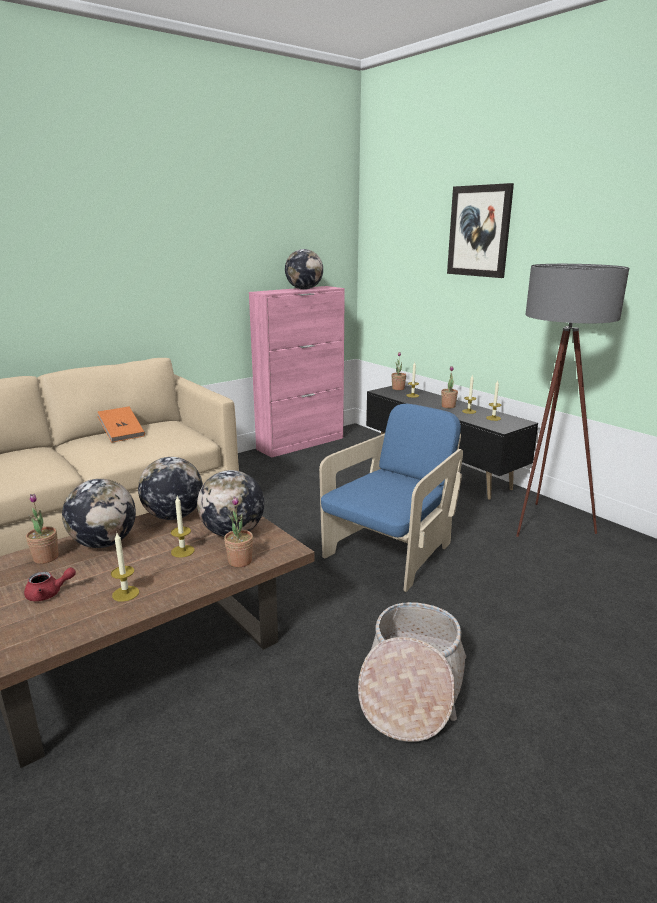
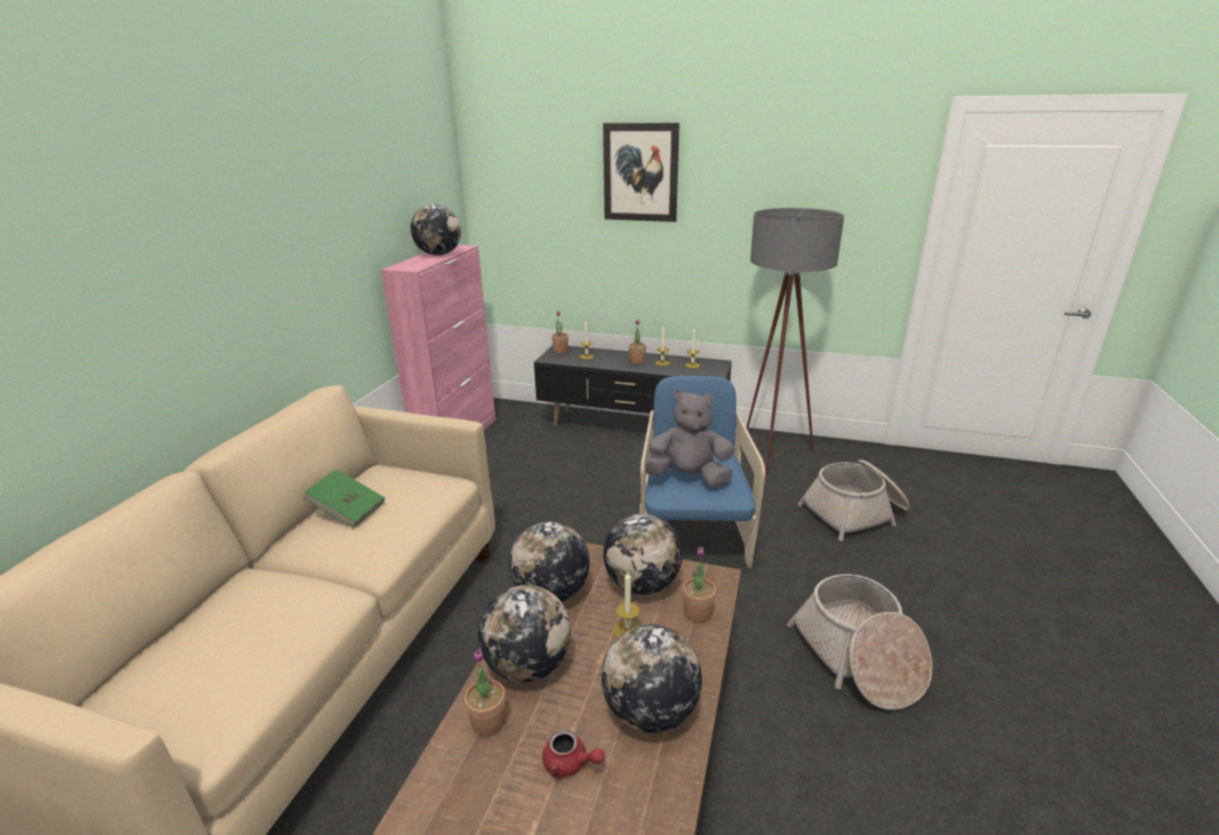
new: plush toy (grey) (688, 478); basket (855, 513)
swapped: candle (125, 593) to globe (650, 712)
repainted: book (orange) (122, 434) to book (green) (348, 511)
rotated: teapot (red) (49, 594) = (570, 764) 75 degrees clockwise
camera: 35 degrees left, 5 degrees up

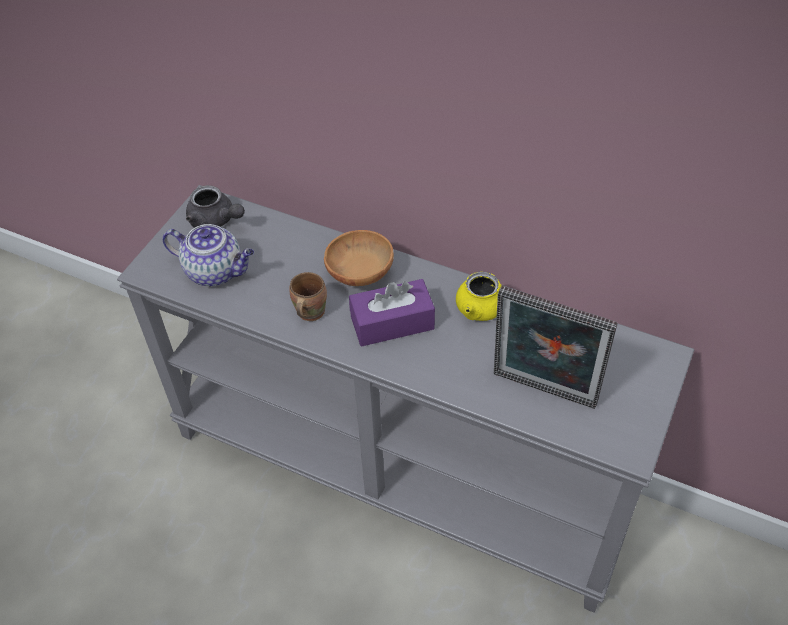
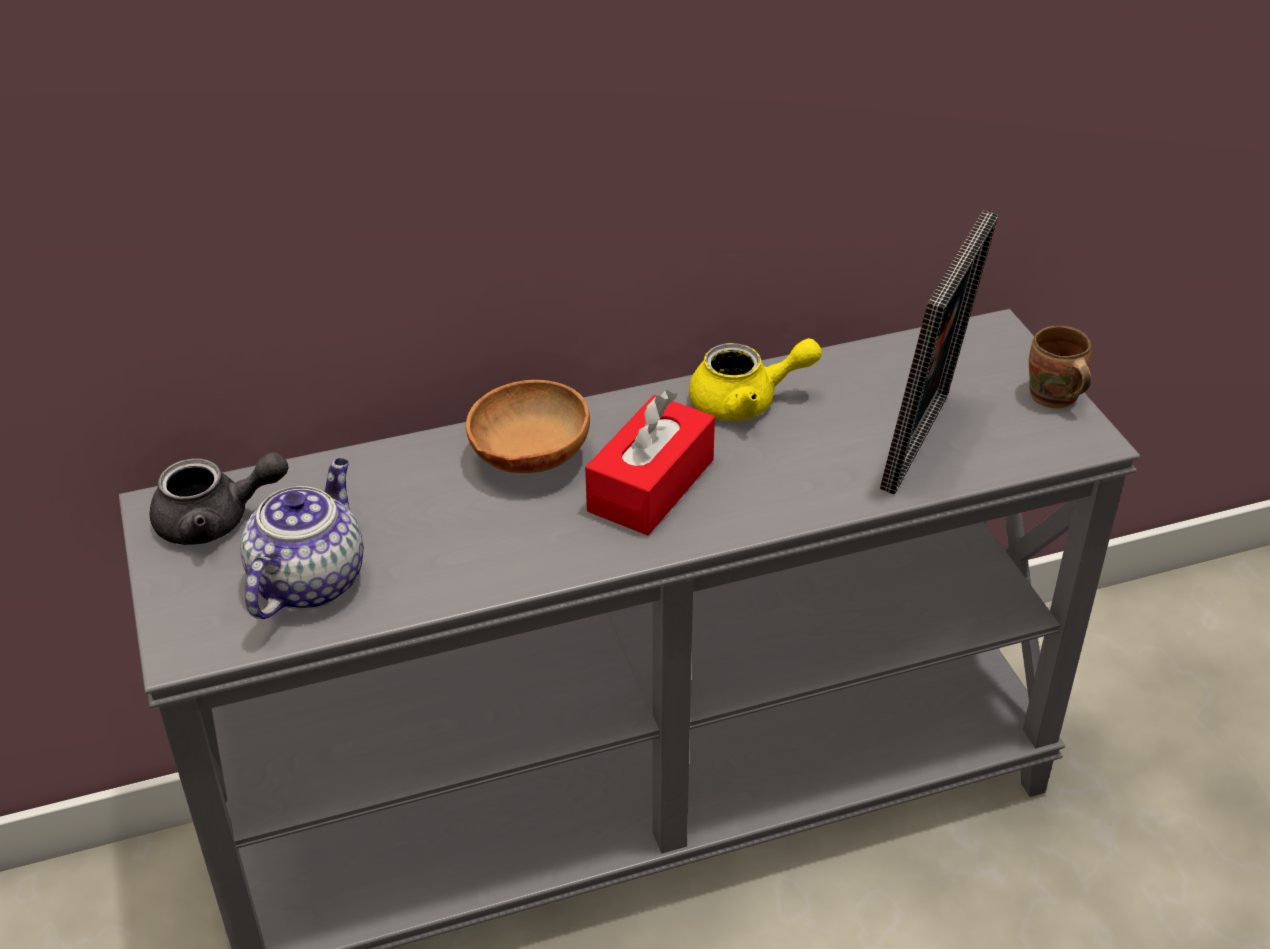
shifted: mug (brown) (308, 312) to (1052, 398)
repainted: tissue box (purple) (392, 323) to tissue box (red) (651, 485)
rotated: teapot (216, 271) = (309, 580) 45 degrees counterclockwise; picture frame (542, 393) = (925, 445) 45 degrees counterclockwise
camera: 45 degrees left, 10 degrees down

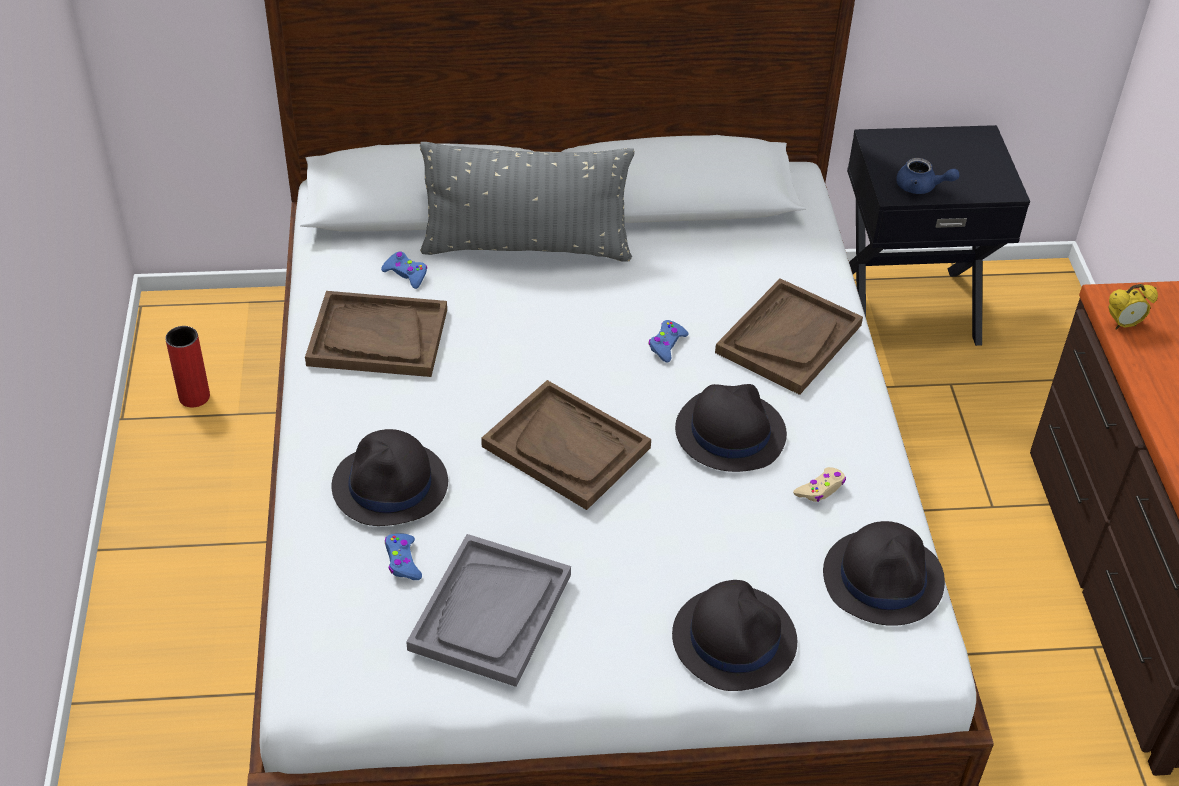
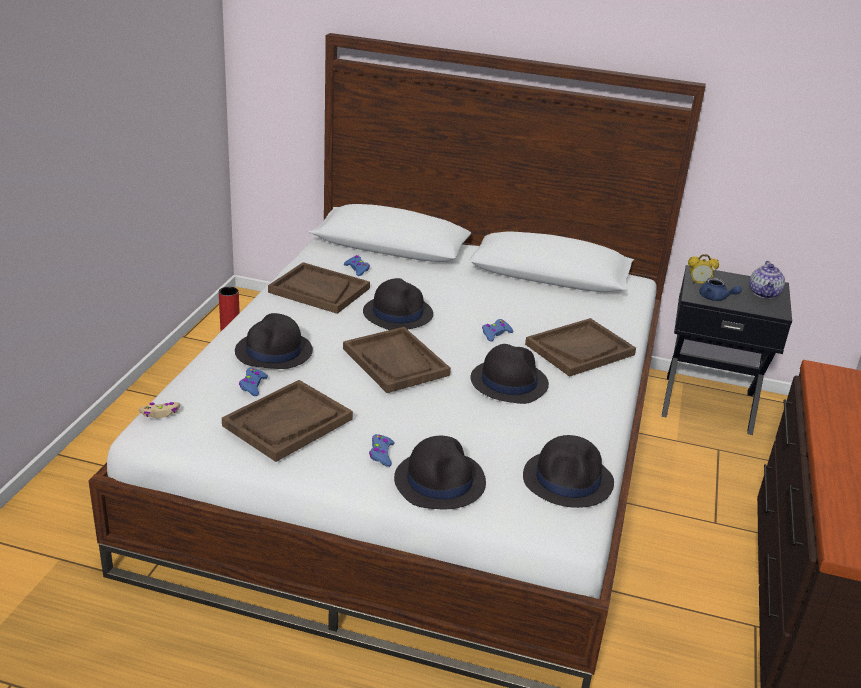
gone: pillow (grey) (526, 247)
new: teapot (764, 293); hat (black) (397, 313); game controller (blue) (381, 454)
shifted: alarm clock (1123, 325) to (698, 283); game controller (beige) (820, 489) to (160, 413)
repainted: tray (grey) (491, 612) to tray (brown) (288, 423)
camera: 20 degrees right, 15 degrees down

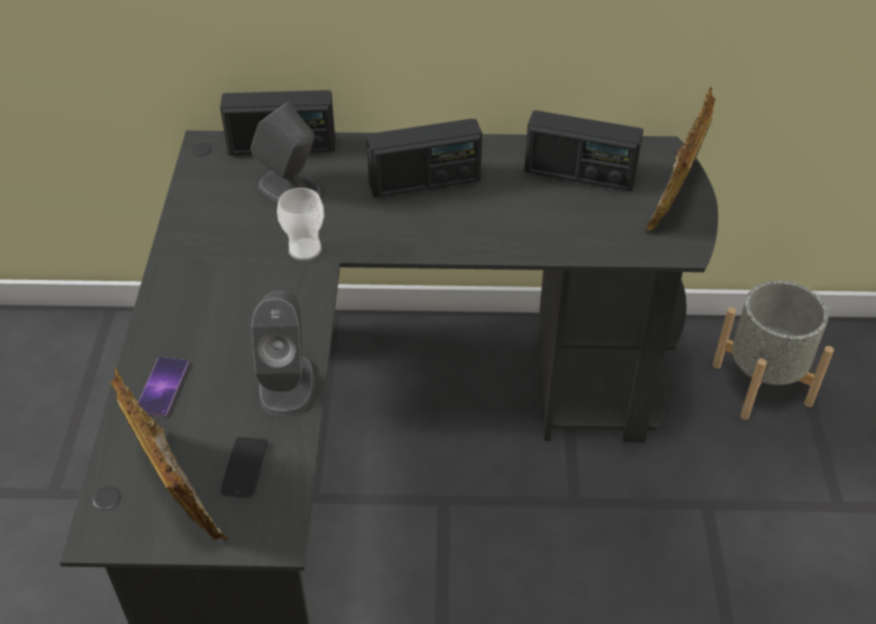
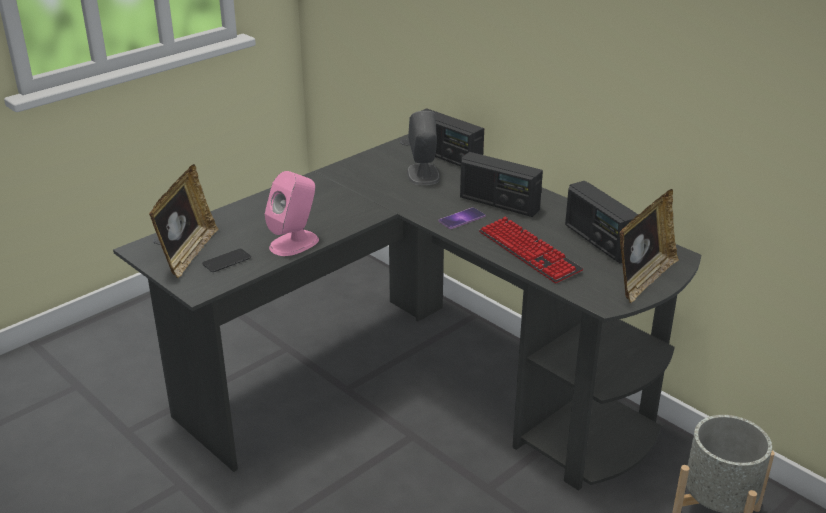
gone: cup (305, 249)
new: keyboard (529, 252)
shifted: phone (162, 386) to (461, 218)
repainted: speaker (grey) (286, 383) to speaker (pink) (294, 243)
rotated: picture frame (674, 198) = (643, 279) 150 degrees clockwise
camera: 45 degrees right, 15 degrees down

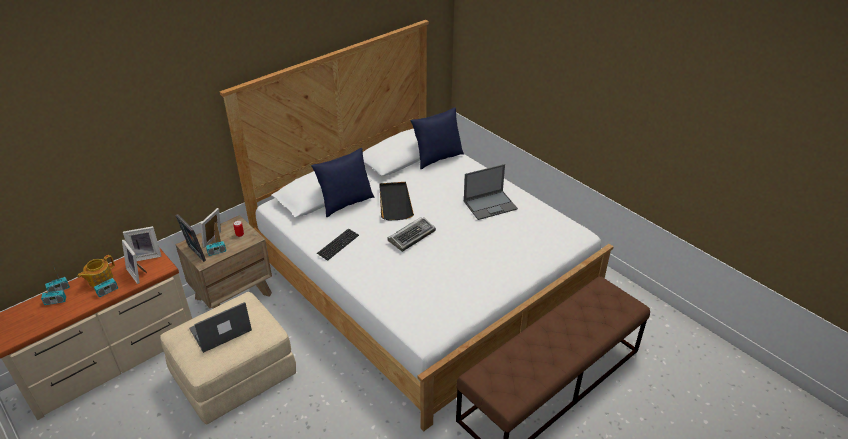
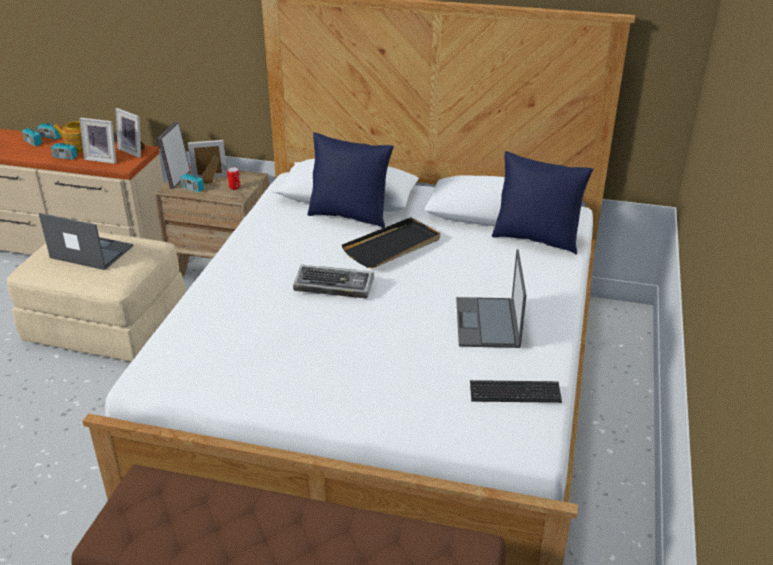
shifted: keyboard (338, 245) to (515, 393)
rotated: laptop (490, 205) = (488, 323) 60 degrees clockwise; picture frame (138, 273) = (103, 158) 90 degrees counterclockwise
camera: 55 degrees right, 5 degrees down

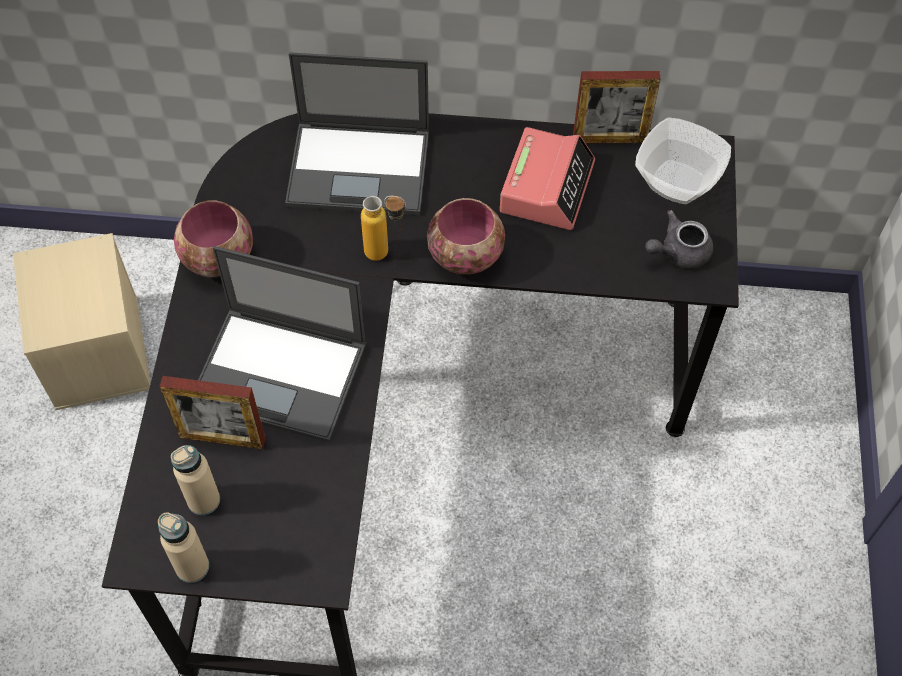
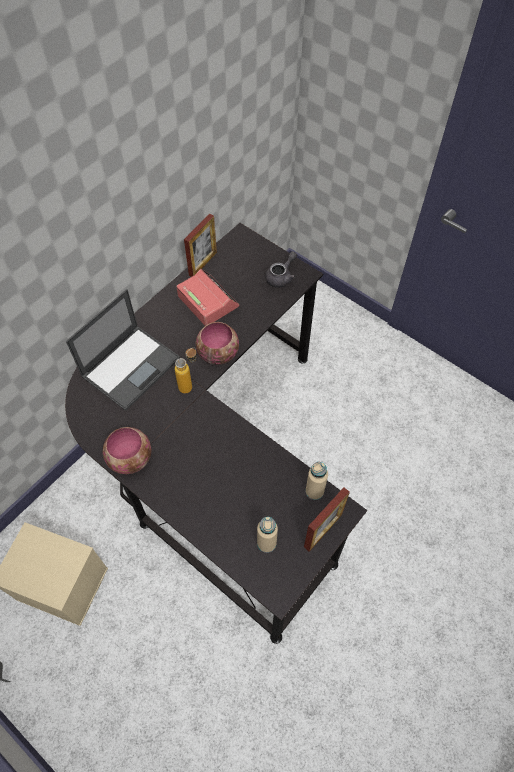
gone: bowl (678, 182); laptop (282, 374)
shifted: picture frame (222, 438) to (323, 531); bottle (beige) (192, 567) to (314, 491)
rotated: teapot (grey) (678, 252) = (281, 277) 150 degrees counterclockwise
camera: 55 degrees left, 0 degrees up

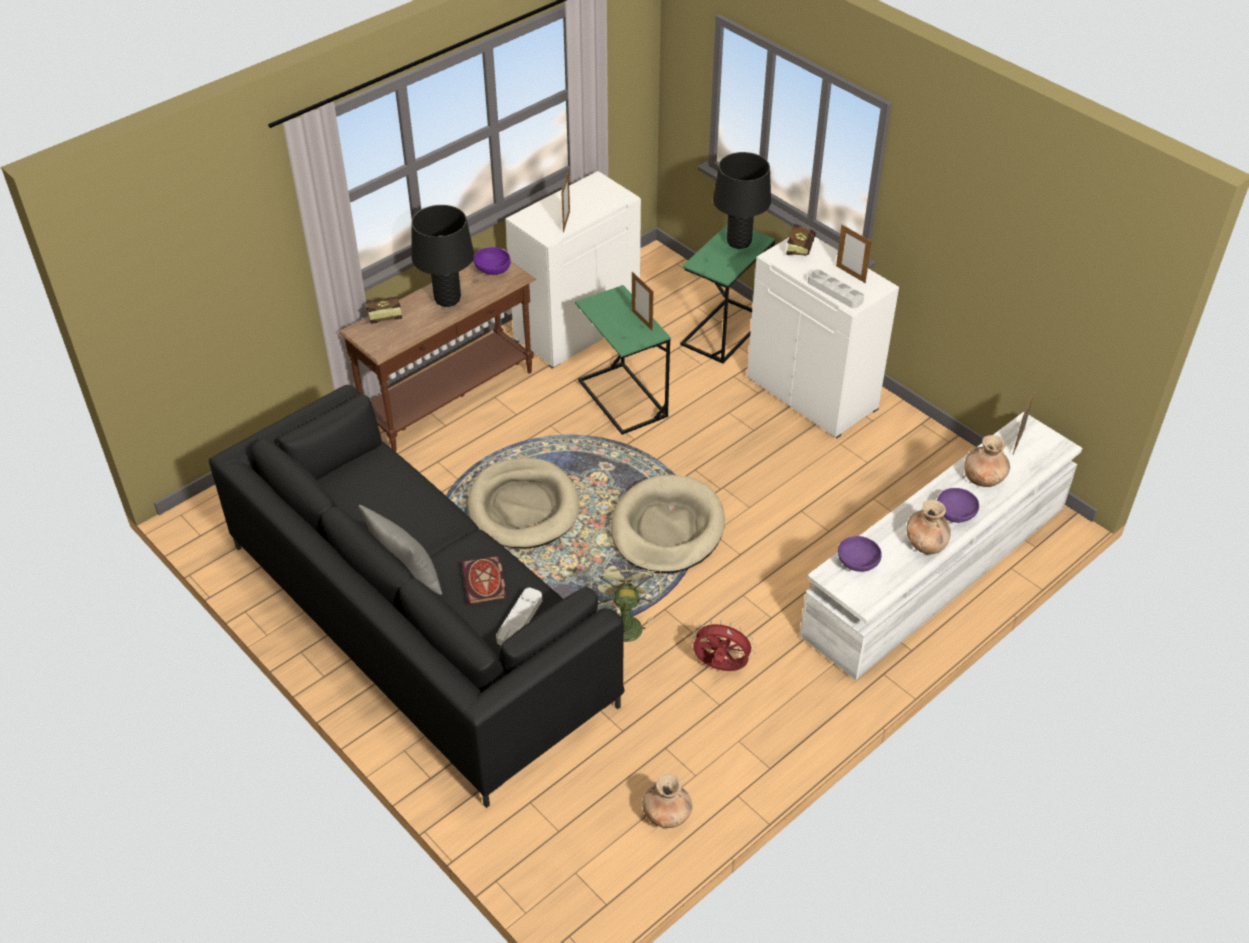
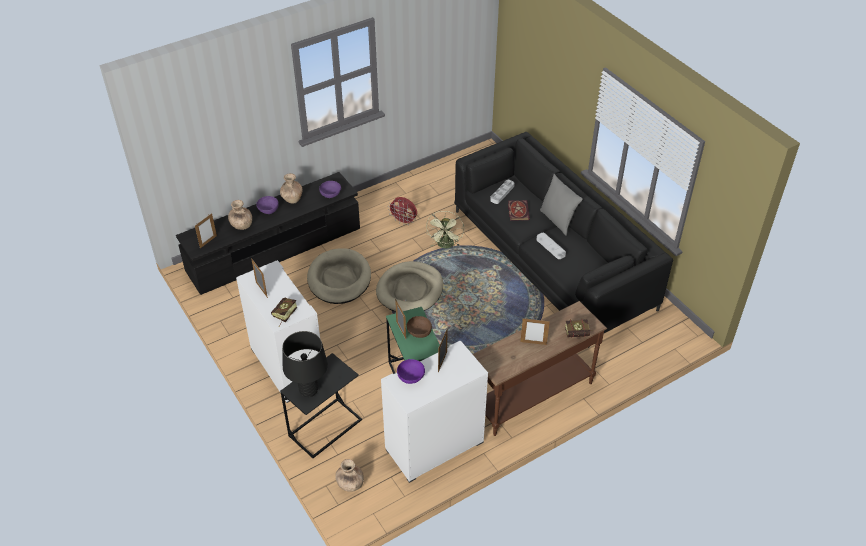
new: bowl (brown) (419, 332)
shifted: bowl (purple) (492, 270) to (411, 377); tray (grey) (835, 292) to (550, 247); dog bed (beige) (523, 507) to (339, 279); vase (brown) (667, 815) to (350, 484)
swapped: table lamp (black) (447, 299) to picture frame (533, 343)
repainted: side table (green) (724, 331) to side table (black) (325, 427); tv stand (white) (936, 571) to tv stand (black) (274, 250)
camera: 170 degrees left, 0 degrees up

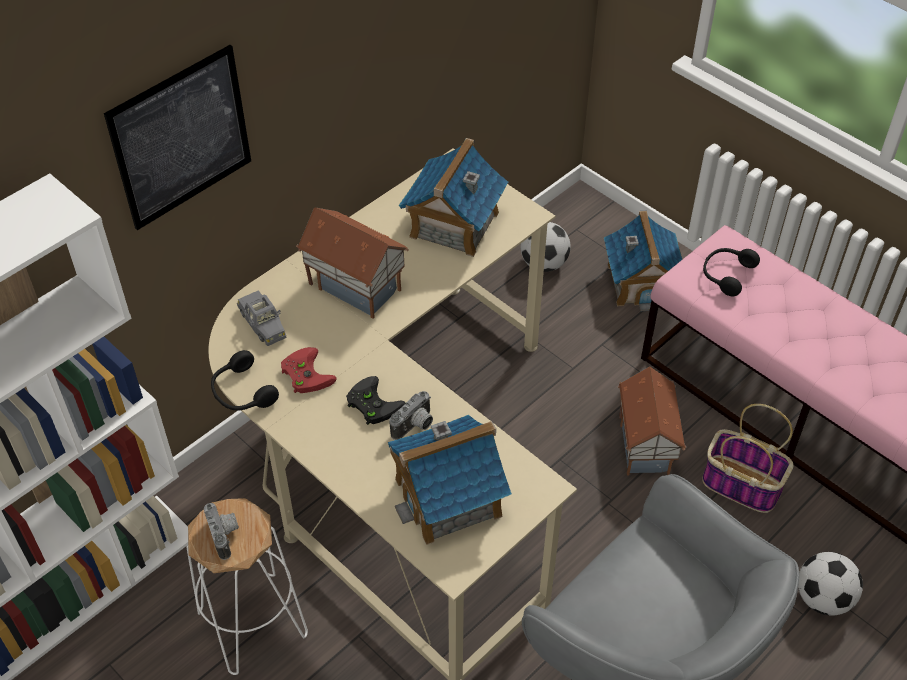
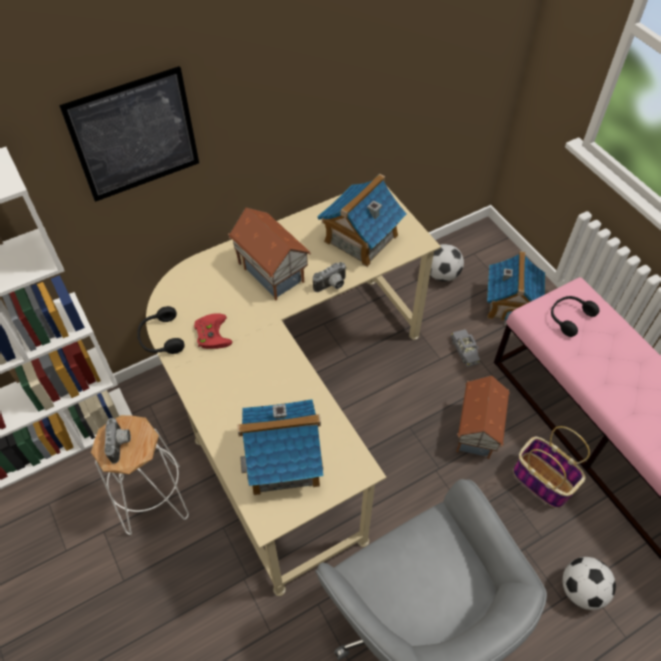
gone: game controller (black) (371, 403)
shifted: toy car (grey) (263, 323) to (465, 350); photo camera (415, 426) to (332, 286)
camera: 15 degrees right, 5 degrees up

